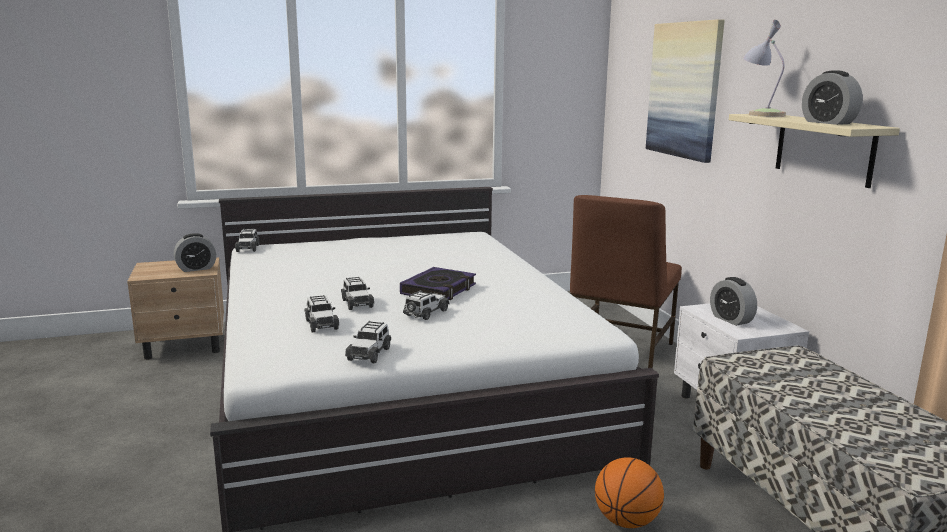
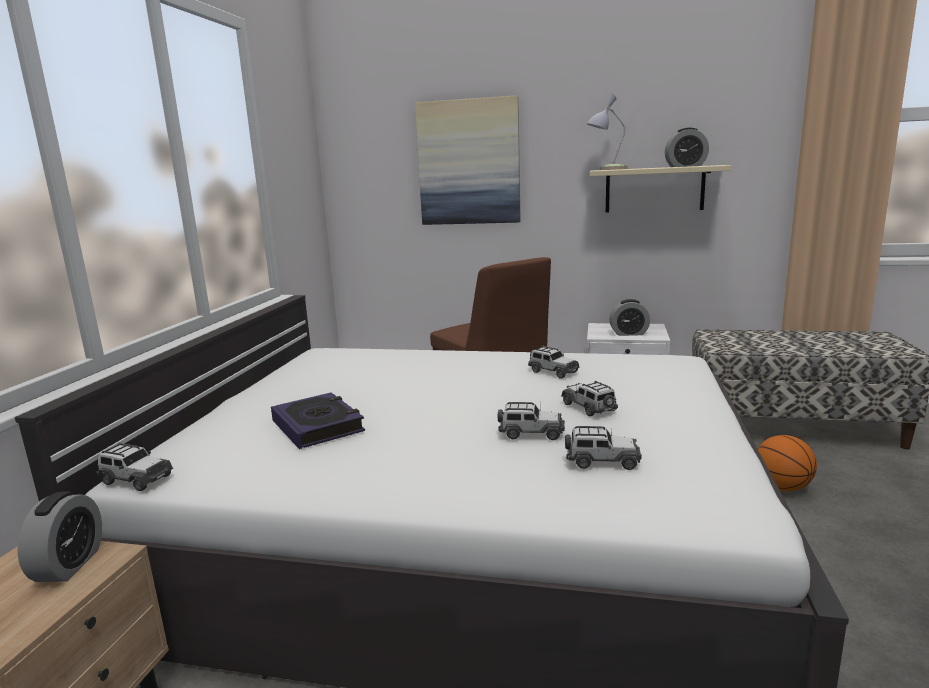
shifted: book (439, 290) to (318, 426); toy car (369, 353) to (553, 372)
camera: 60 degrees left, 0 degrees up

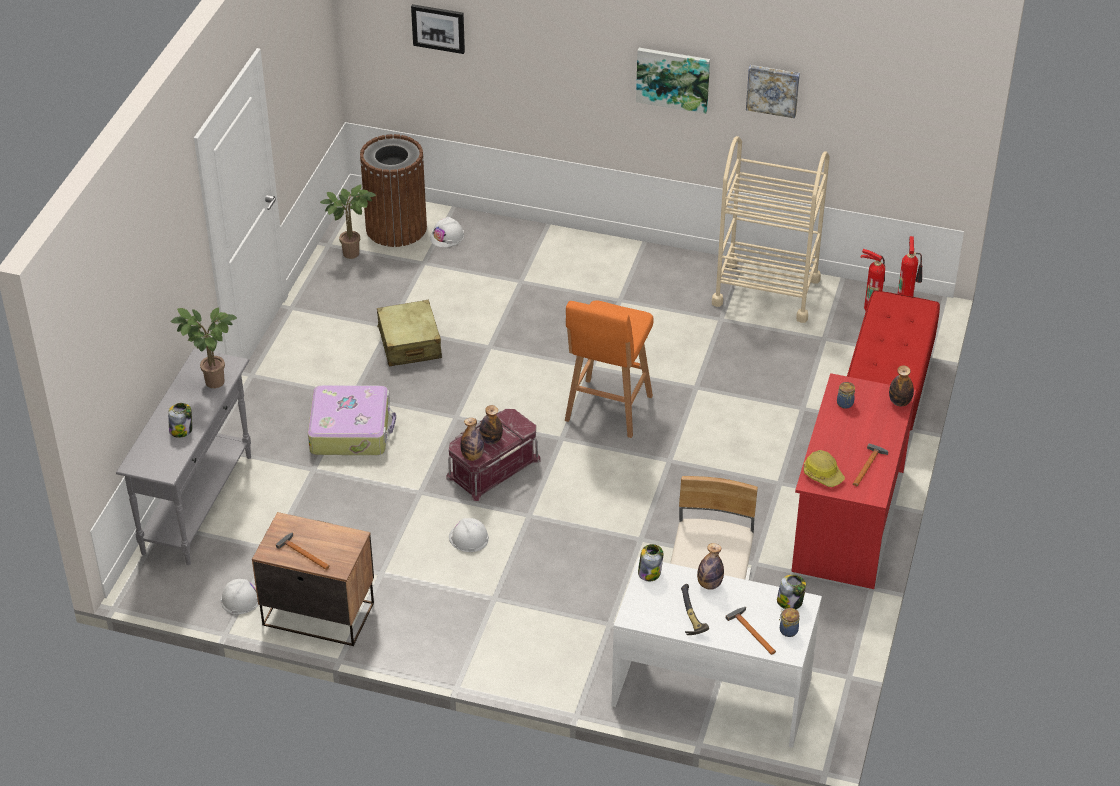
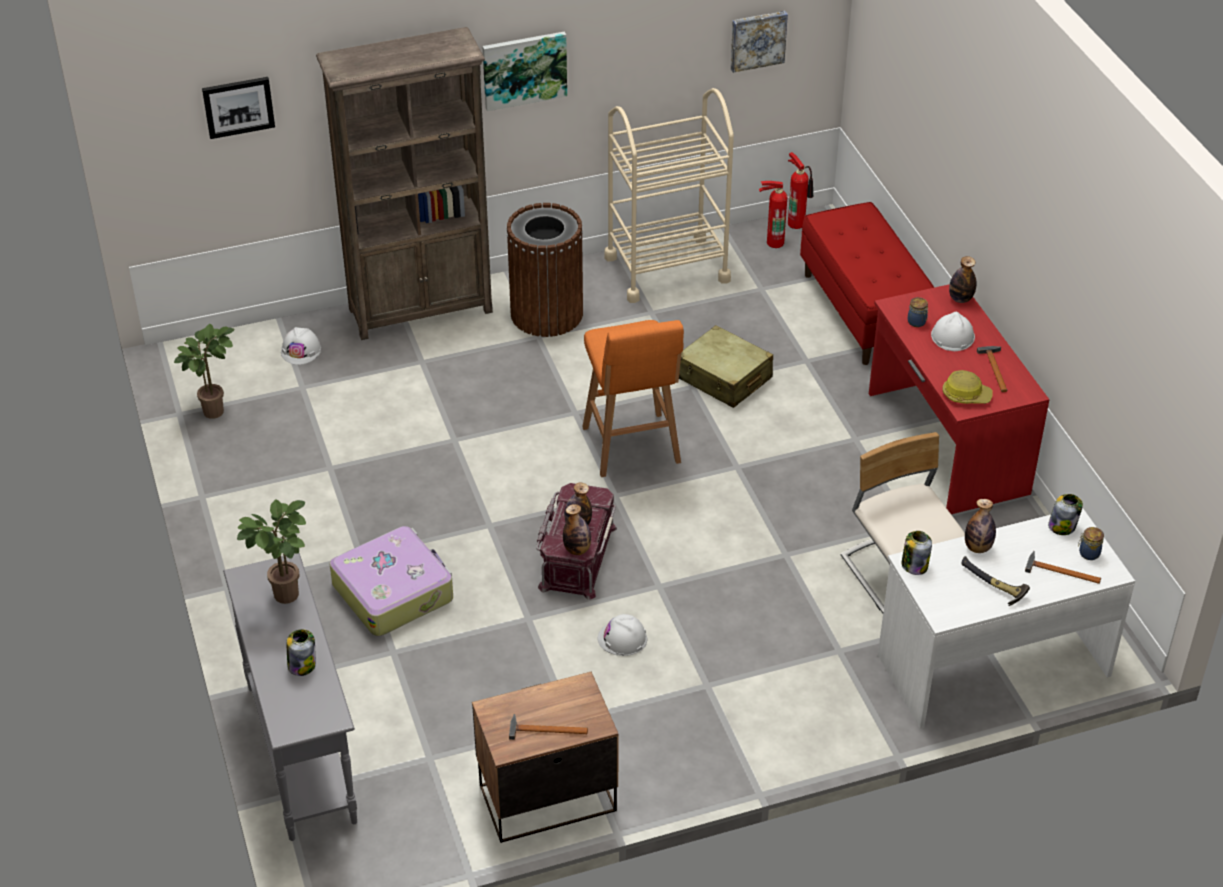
new: bookcase (brown) (421, 310)
shifted: picture (773, 90) to (757, 40); trash can (brown) (396, 227) to (546, 313); suitcase (beige) (409, 343) to (724, 378); hard hat (white) (241, 599) to (952, 336)
camera: 35 degrees left, 0 degrees up

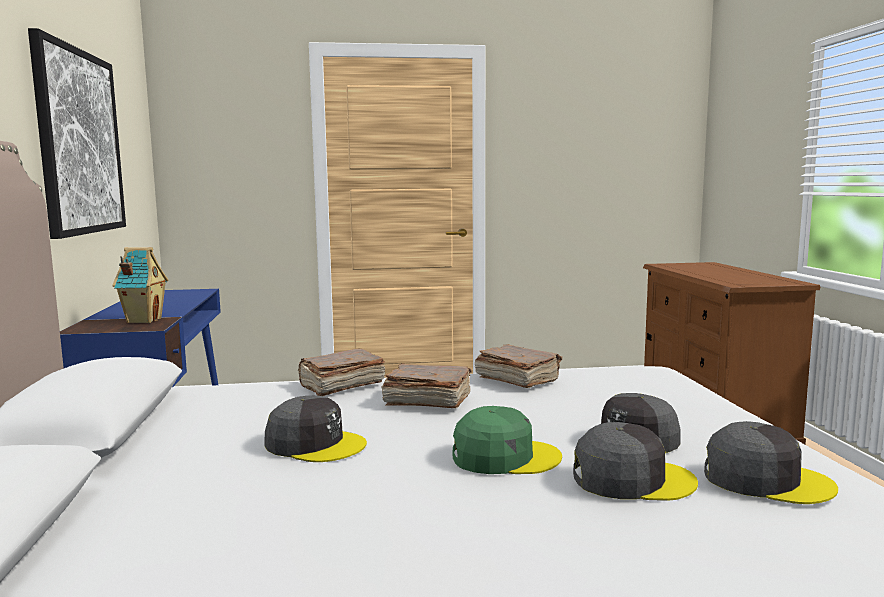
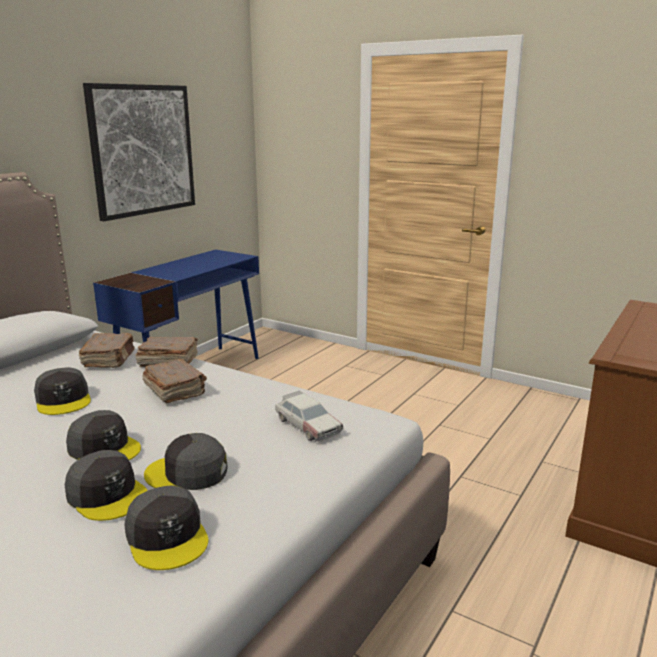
gone: toy house (143, 320)
new: toy car (307, 425)
shifted: book (brown) (516, 380) to (109, 360)
repainted: cap (green) (504, 457) to cap (grey) (104, 448)
camera: 40 degrees right, 10 degrees up

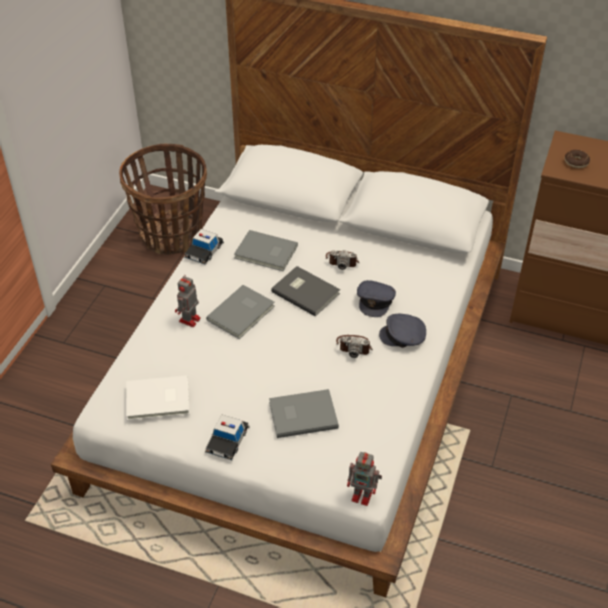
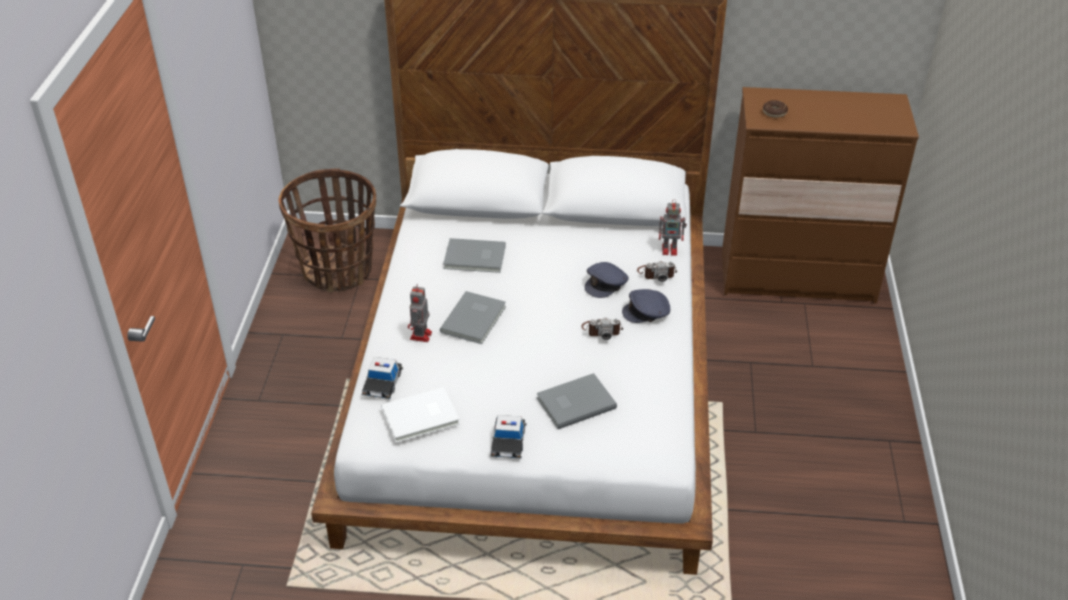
gone: book (grey) (306, 291)
shifted: toy car (204, 251) to (382, 383); photo camera (342, 260) to (656, 273); toy robot (363, 495) to (670, 249)
rotated: cap (grey) (375, 301) = (606, 284) 45 degrees clockwise
camera: 15 degrees left, 5 degrees down

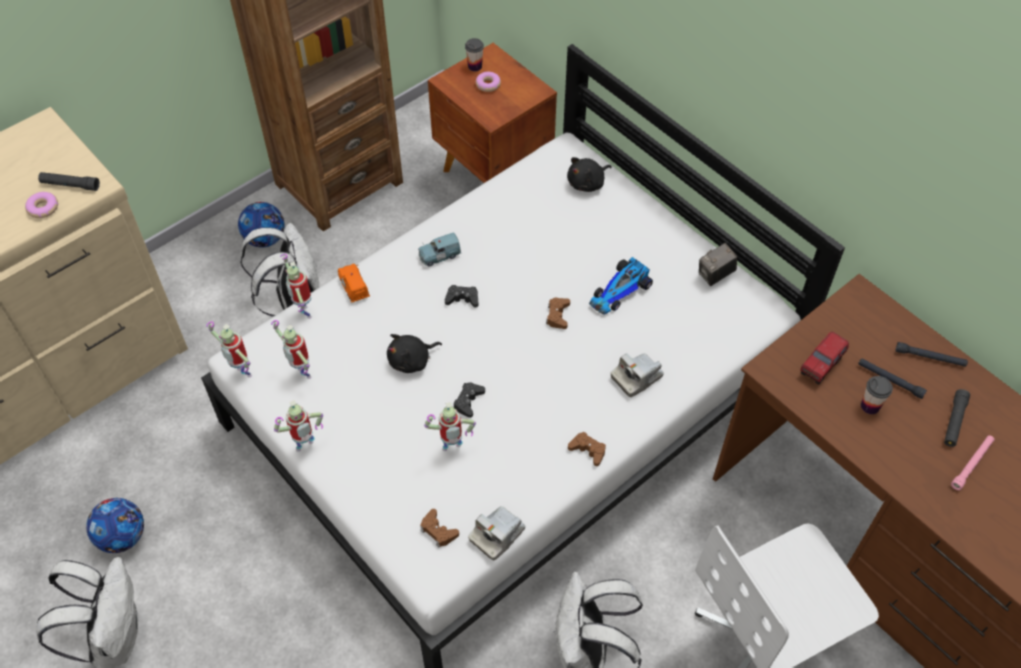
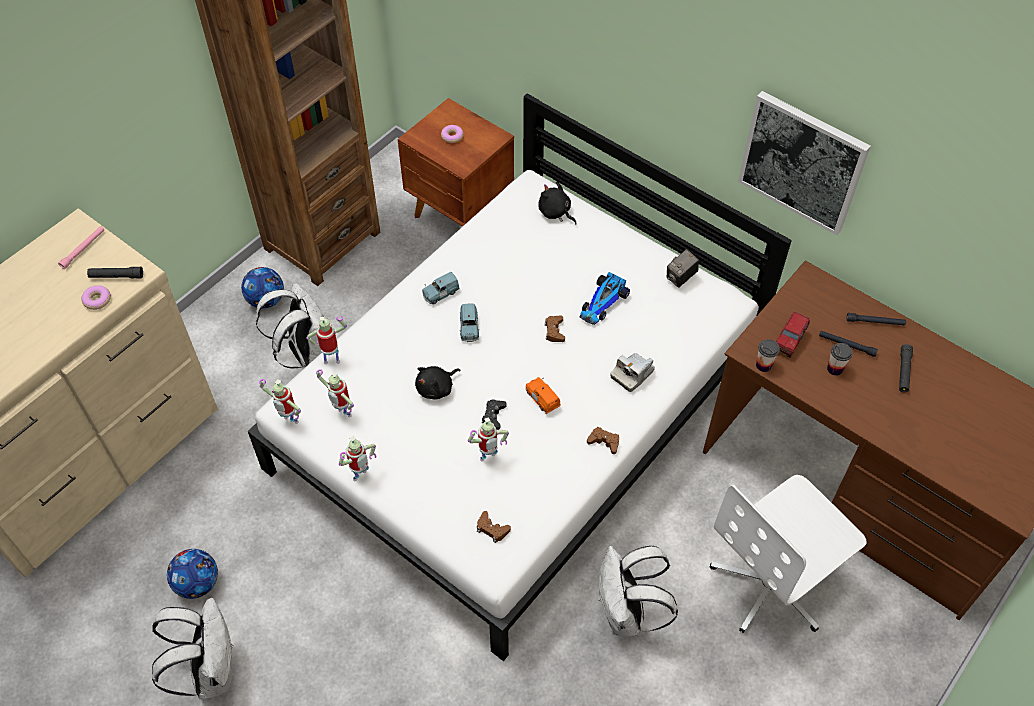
gone: photo camera (497, 535)
new: picture (802, 162)
shifted: cup (475, 66) to (763, 365); toy car (orange) (354, 287) to (542, 398); flashlight (pink) (972, 464) to (83, 249)
swapped: game controller (black) (462, 299) to toy car (blue) (469, 328)
rotated: plush toy (black) (587, 183) = (555, 212) 90 degrees clockwise; toy robot (304, 312) = (332, 360) 120 degrees clockwise
camera: 10 degrees left, 0 degrees up

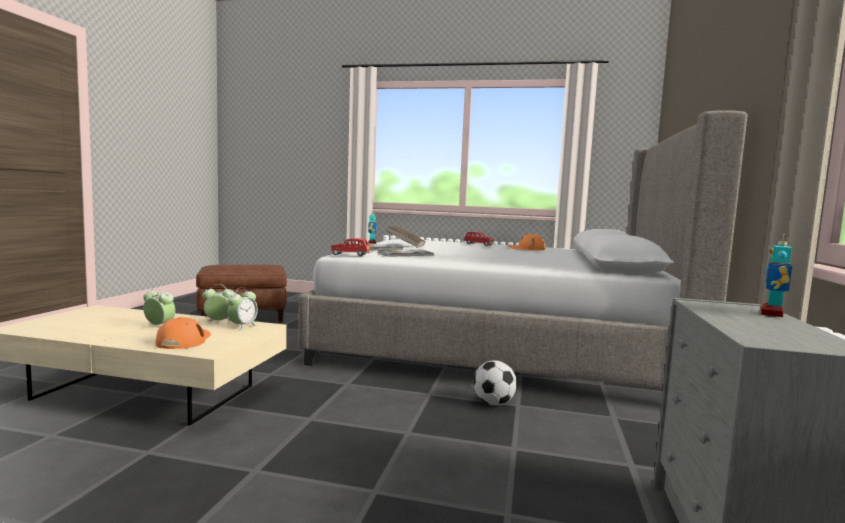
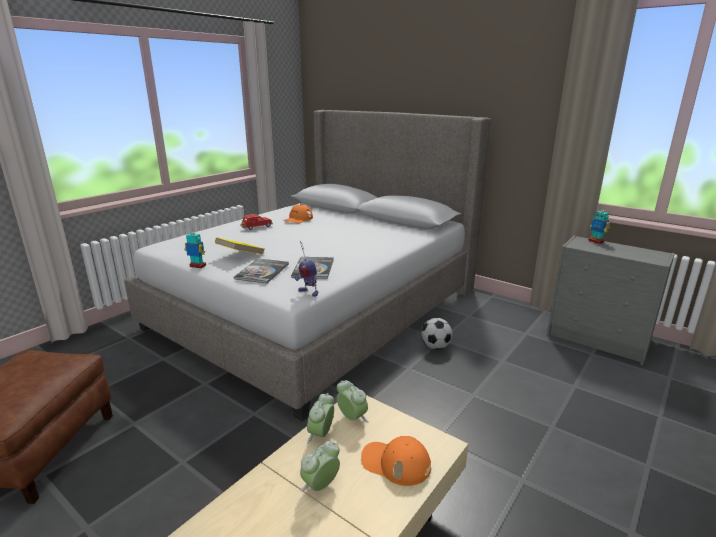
swapped: toy car (red) (351, 255) to toy robot (308, 292)
repainted: book (brown) (406, 245) to book (yellow) (241, 256)
camera: 65 degrees left, 15 degrees up

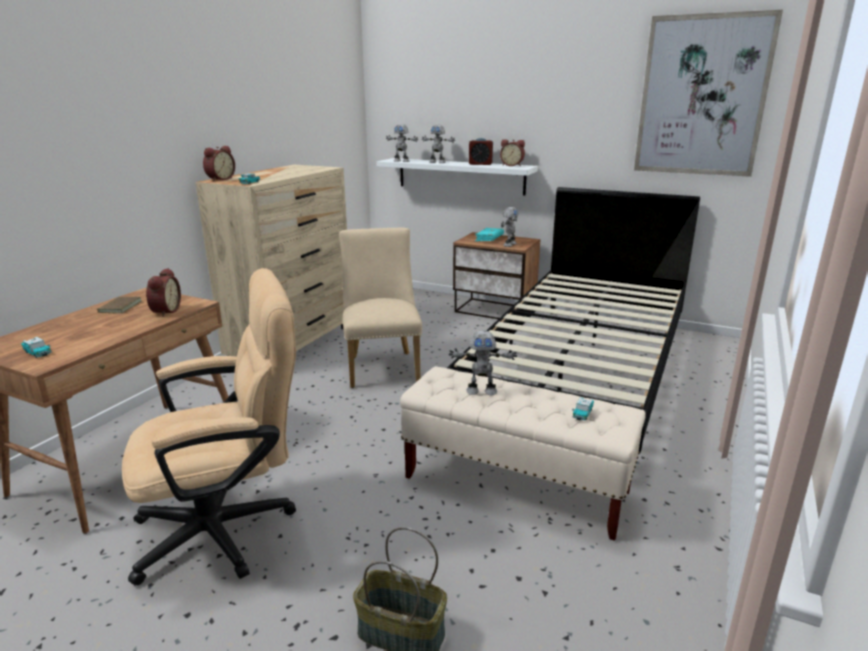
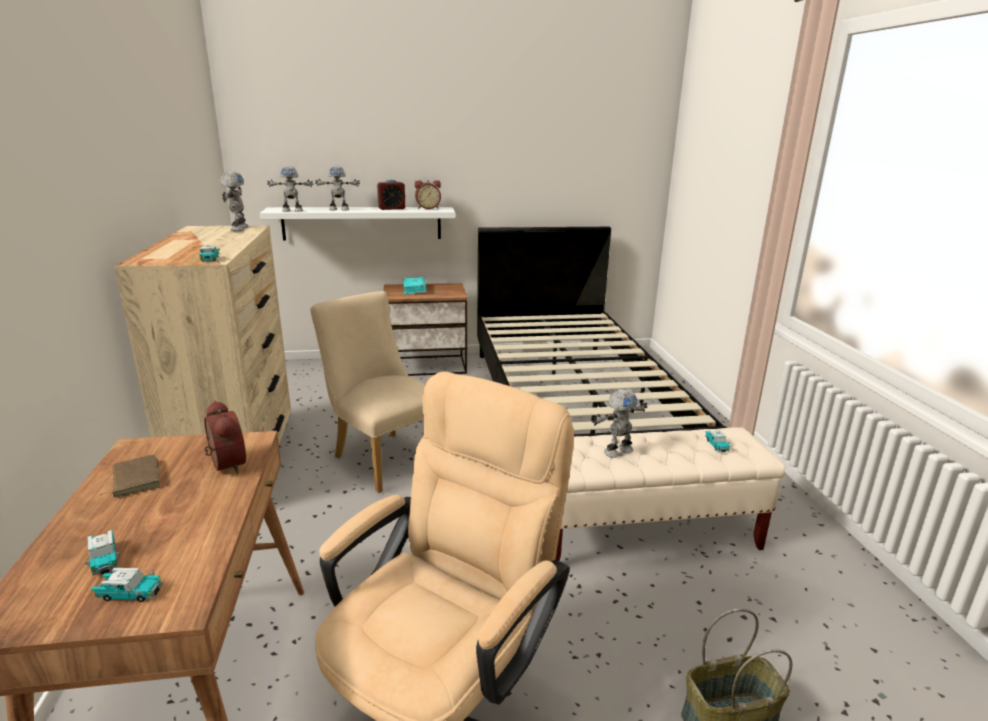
gone: picture (702, 96); alarm clock (220, 179)
new: toy car (104, 559)
shifted: toy robot (509, 244) to (238, 229)
camera: 35 degrees left, 0 degrees up

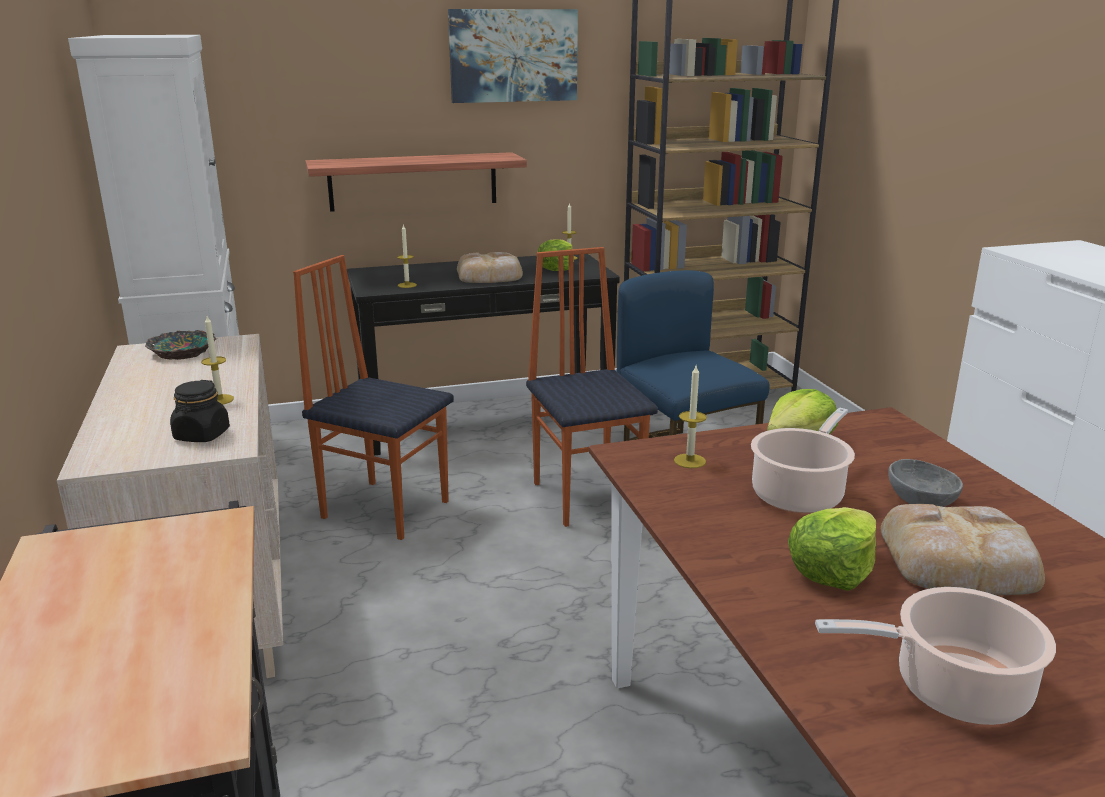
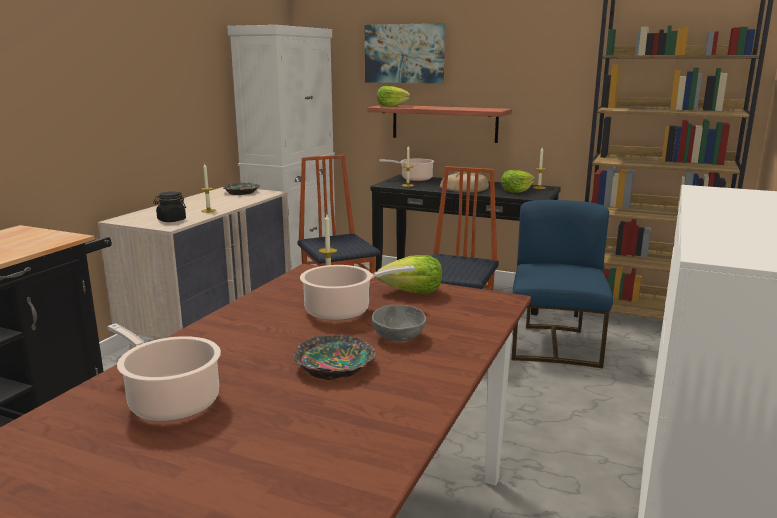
new: cooking pot (414, 179)
shifted: picture (513, 55) to (404, 53); lettuce (832, 570) to (391, 106)
swapped: bread (961, 562) to bowl (335, 366)
camera: 40 degrees right, 5 degrees down

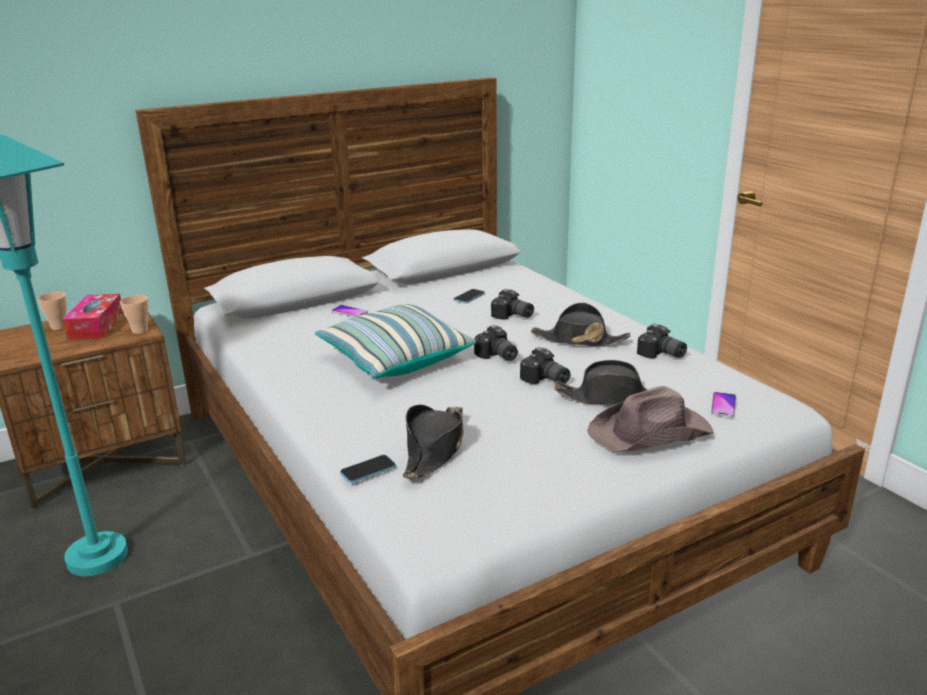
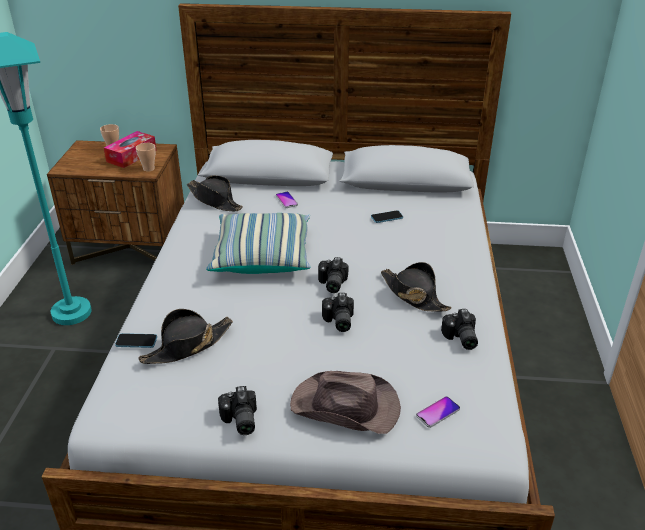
shifted: photo camera (512, 316) to (239, 421); hat (black) (612, 397) to (215, 200)
camera: 35 degrees right, 10 degrees up

